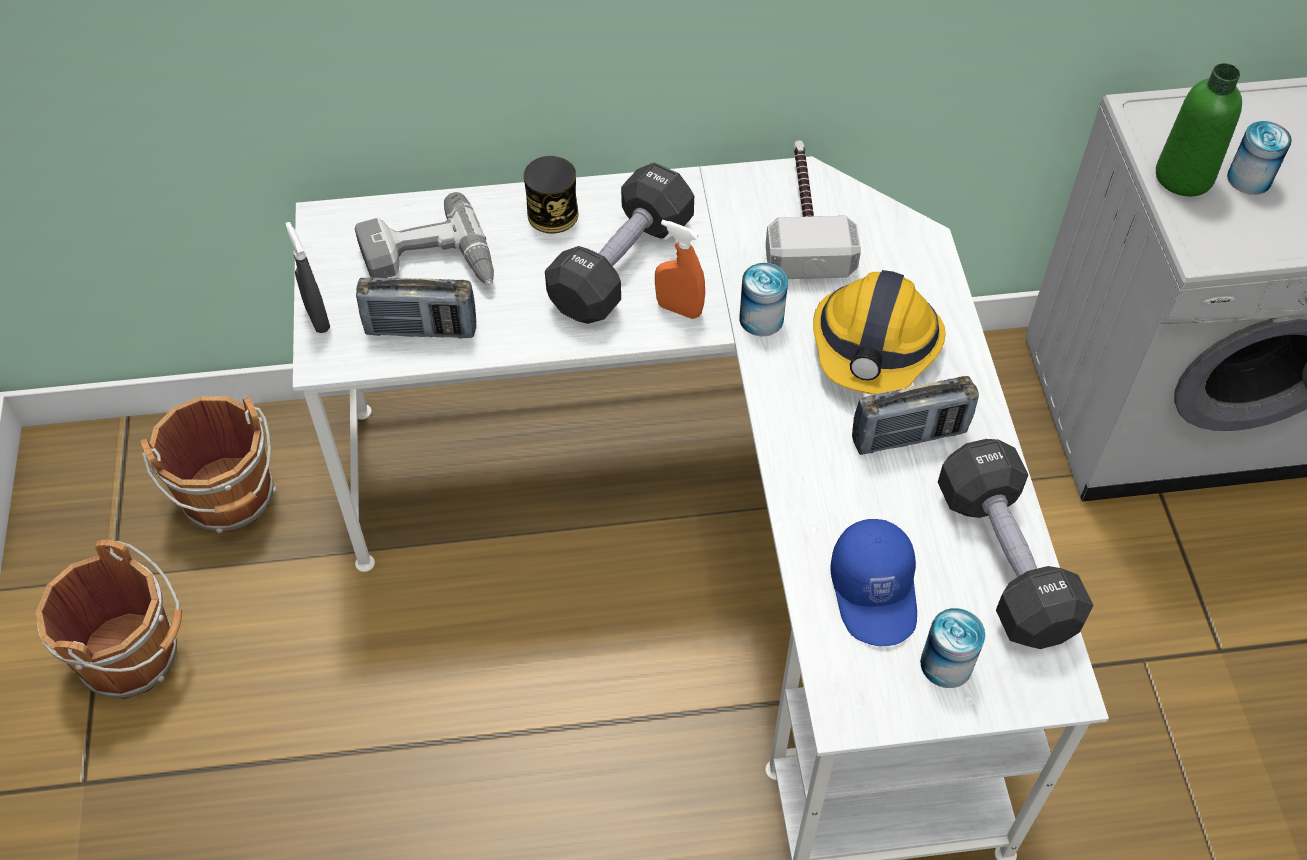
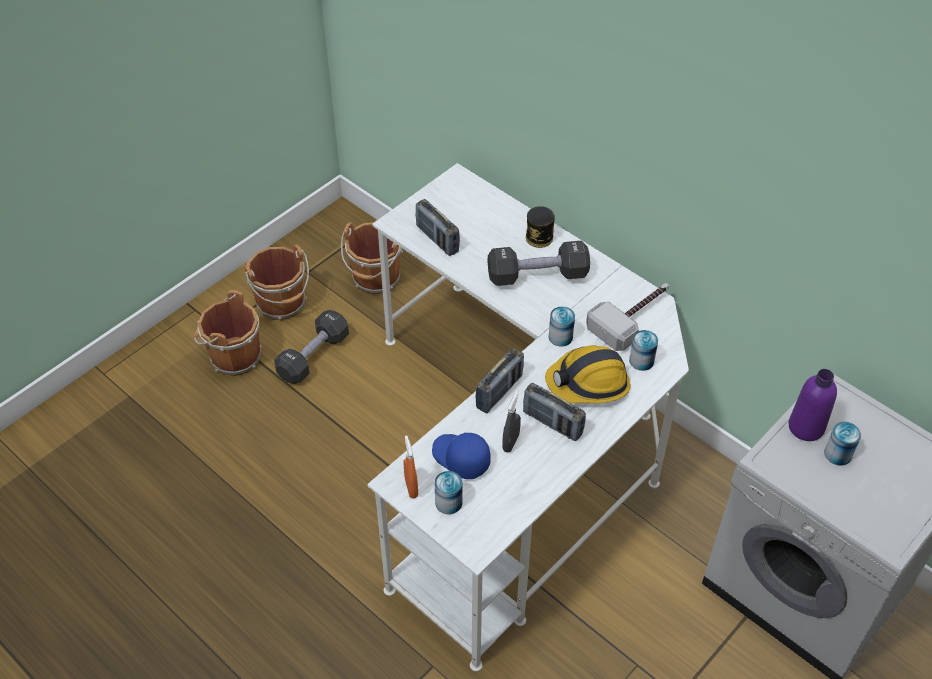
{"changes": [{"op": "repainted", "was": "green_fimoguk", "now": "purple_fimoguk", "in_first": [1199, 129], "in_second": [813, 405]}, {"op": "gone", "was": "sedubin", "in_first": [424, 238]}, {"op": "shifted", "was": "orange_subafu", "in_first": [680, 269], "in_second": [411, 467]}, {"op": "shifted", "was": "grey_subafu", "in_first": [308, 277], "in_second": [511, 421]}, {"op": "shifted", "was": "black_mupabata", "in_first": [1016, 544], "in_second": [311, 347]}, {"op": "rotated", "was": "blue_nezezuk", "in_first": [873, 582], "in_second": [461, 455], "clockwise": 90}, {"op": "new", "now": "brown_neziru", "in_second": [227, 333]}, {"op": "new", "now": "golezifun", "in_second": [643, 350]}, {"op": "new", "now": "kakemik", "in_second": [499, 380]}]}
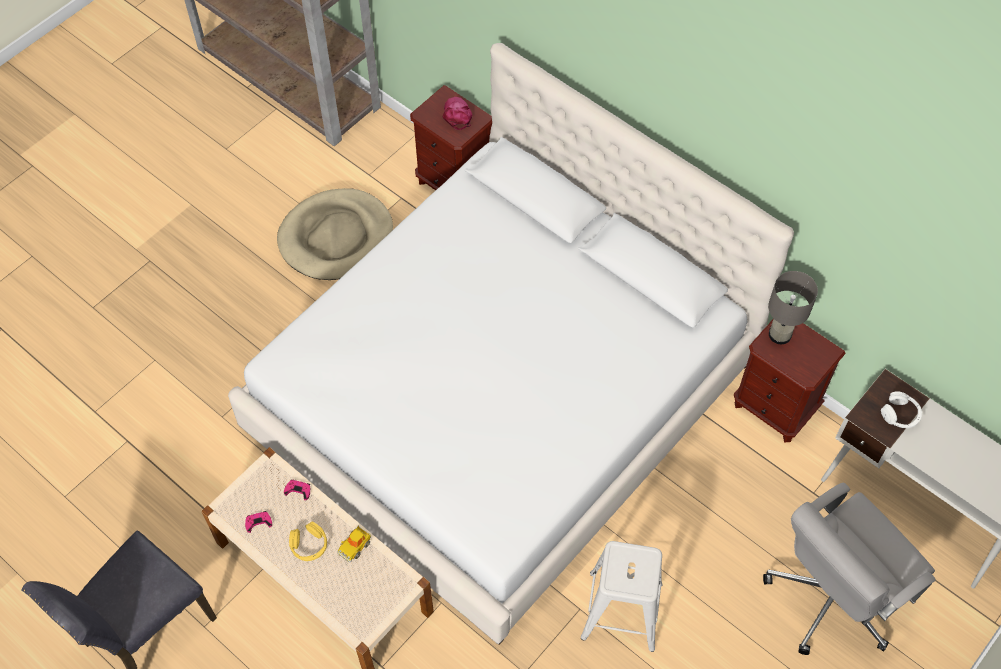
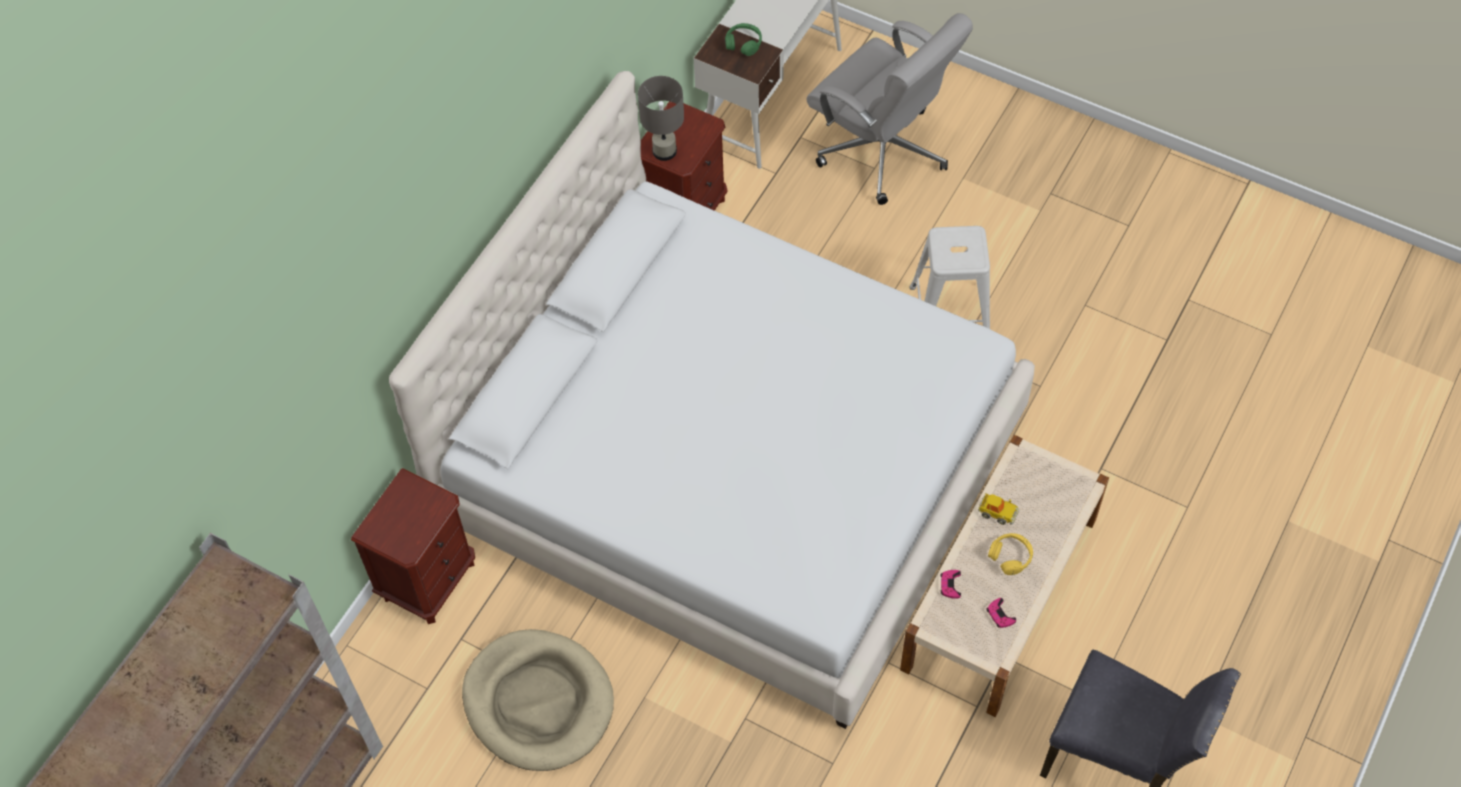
{"changes": [{"op": "gone", "was": "pink_nezezuk", "in_first": [457, 113]}, {"op": "repainted", "was": "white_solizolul", "now": "green_solizolul", "in_first": [901, 410], "in_second": [743, 39]}]}
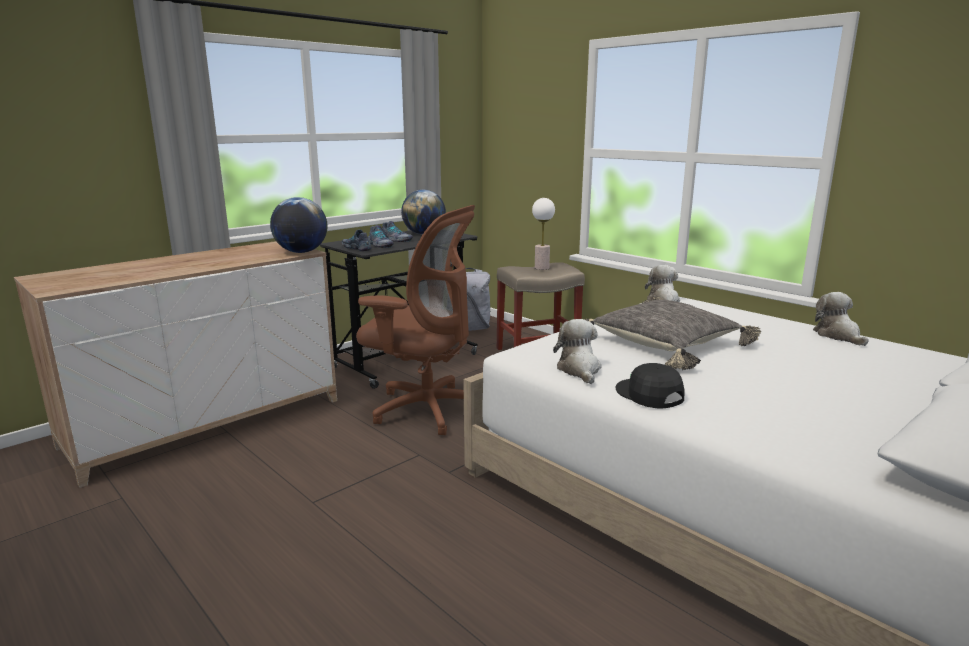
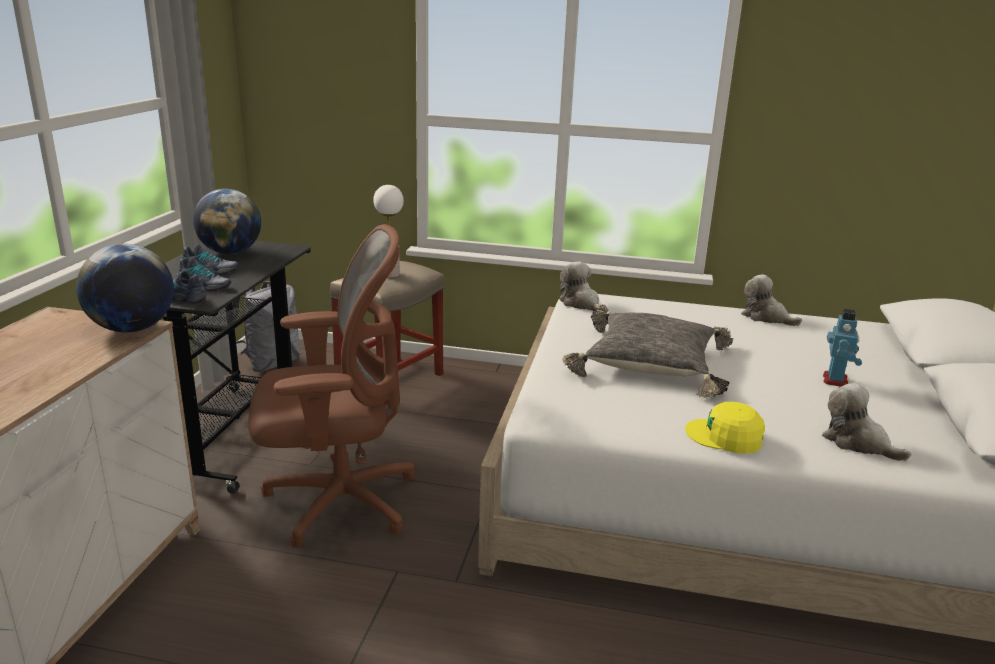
{"changes": [{"op": "shifted", "was": "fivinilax", "in_first": [577, 351], "in_second": [866, 422]}, {"op": "repainted", "was": "black_nezezuk", "now": "yellow_nezezuk", "in_first": [650, 386], "in_second": [725, 428]}, {"op": "new", "now": "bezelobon", "in_second": [842, 348]}]}
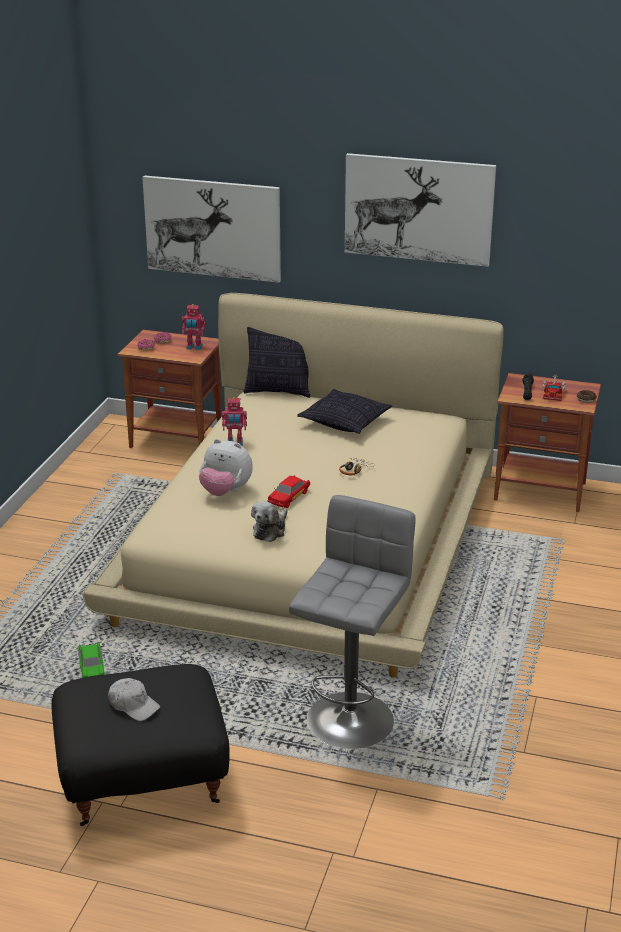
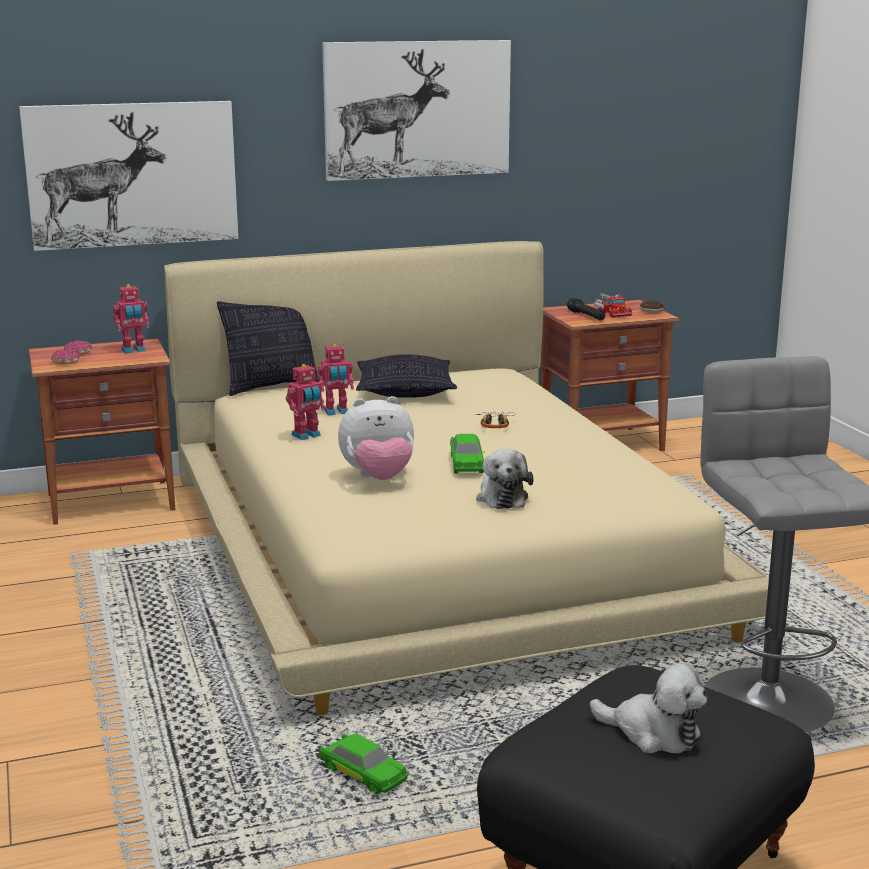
{"changes": [{"op": "repainted", "was": "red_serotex", "now": "green_serotex", "in_first": [288, 491], "in_second": [467, 453]}, {"op": "swapped", "was": "white_nezezuk", "now": "fivinilax", "in_first": [134, 699], "in_second": [648, 708]}, {"op": "new", "now": "bezelobon", "in_second": [335, 379]}]}
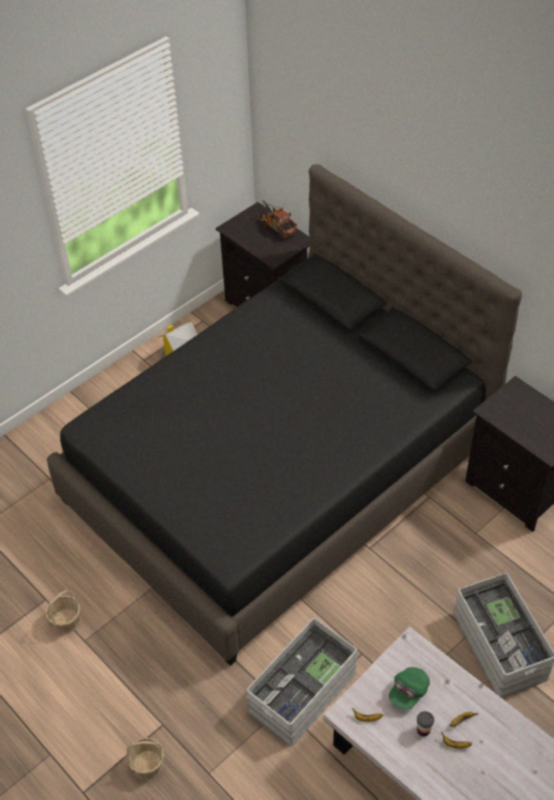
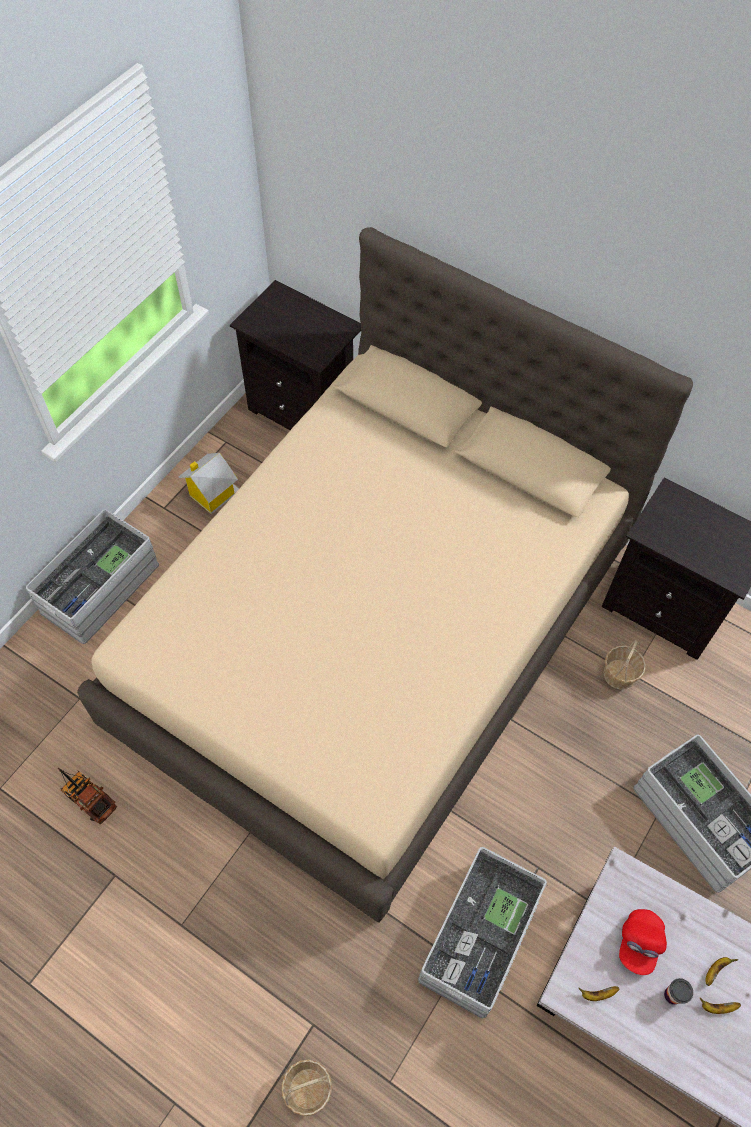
{"changes": [{"op": "repainted", "was": "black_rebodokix", "now": "beige_rebodokix", "in_first": [284, 415], "in_second": [385, 575]}, {"op": "shifted", "was": "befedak", "in_first": [279, 219], "in_second": [87, 796]}, {"op": "shifted", "was": "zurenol", "in_first": [63, 612], "in_second": [625, 664]}, {"op": "repainted", "was": "green_nezezuk", "now": "red_nezezuk", "in_first": [409, 688], "in_second": [643, 942]}, {"op": "new", "now": "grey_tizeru", "in_second": [92, 576]}]}
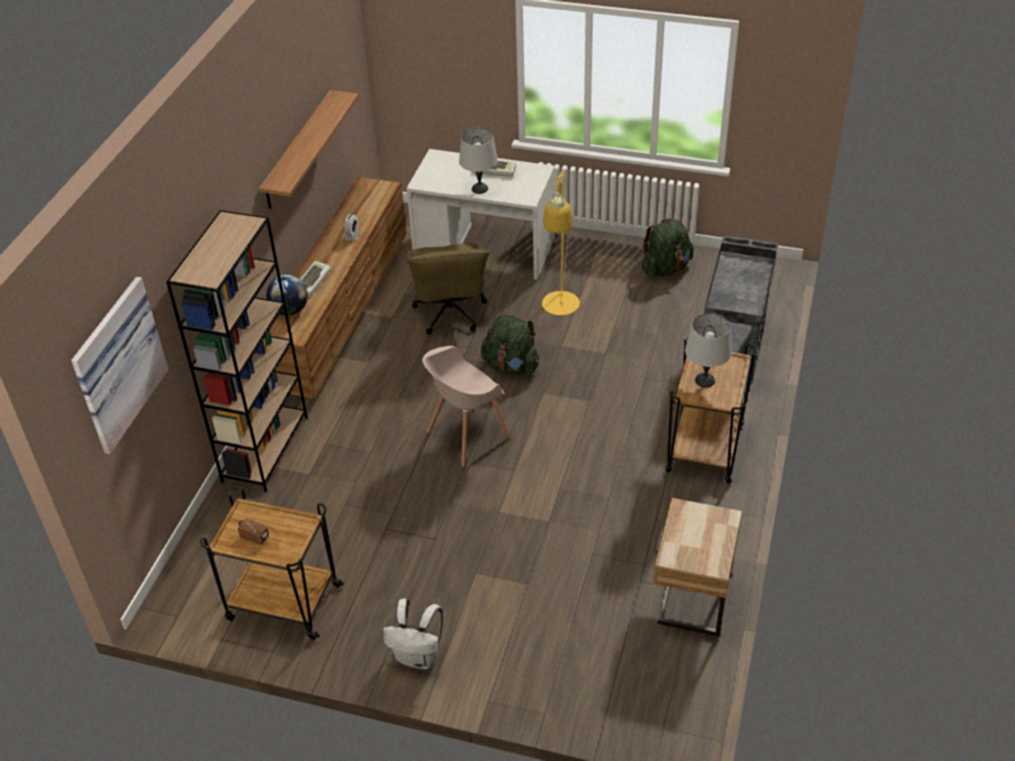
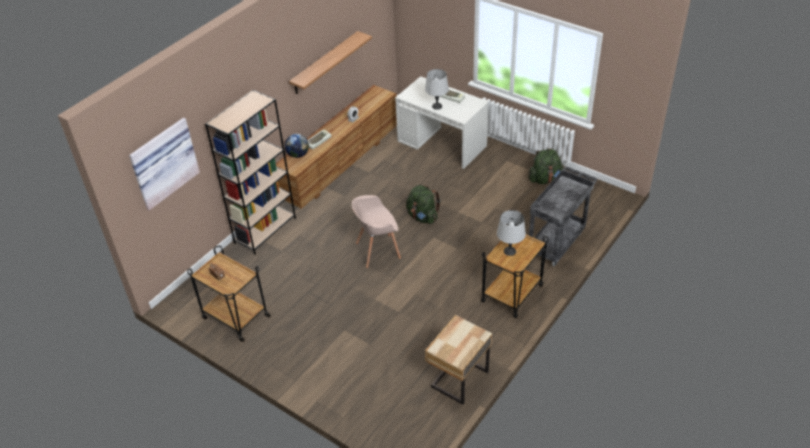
{"changes": [{"op": "gone", "was": "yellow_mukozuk", "in_first": [561, 243]}, {"op": "gone", "was": "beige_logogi", "in_first": [448, 288]}, {"op": "gone", "was": "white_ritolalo", "in_first": [413, 633]}]}
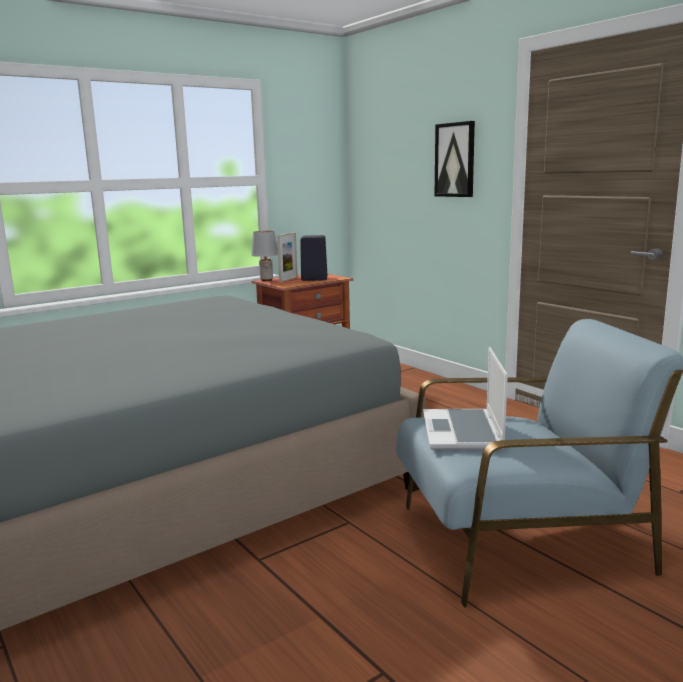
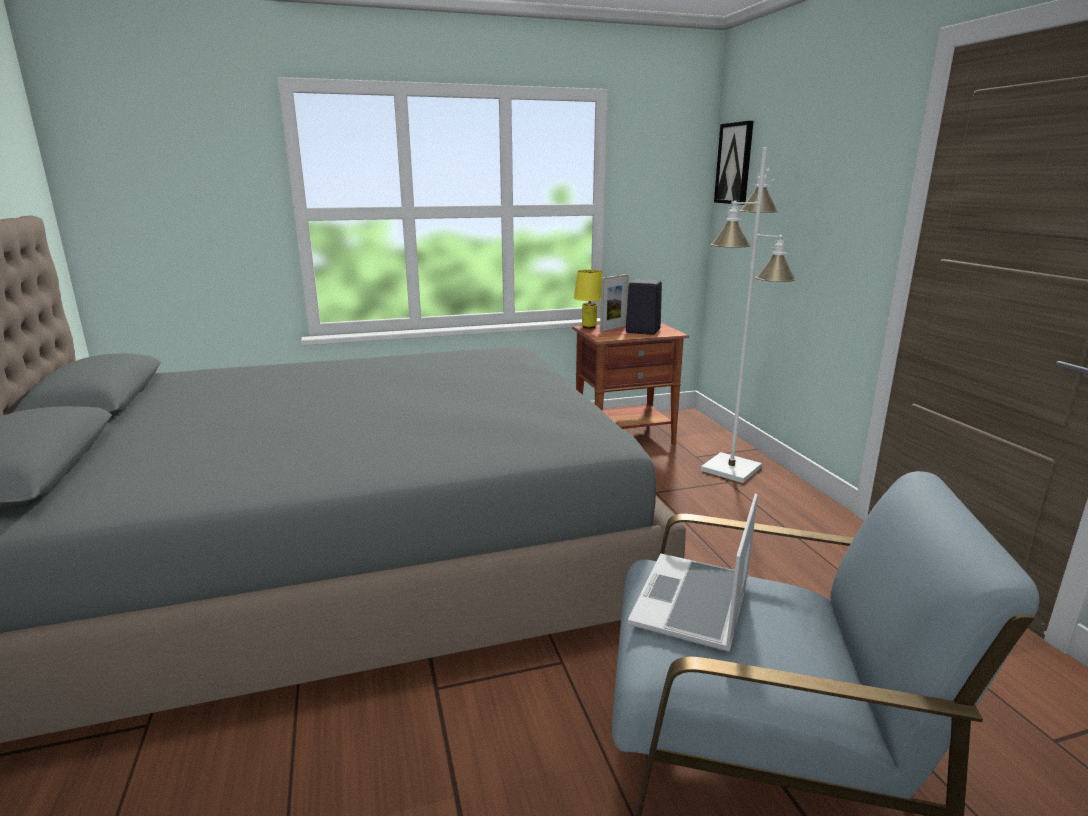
{"changes": [{"op": "shifted", "was": "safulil", "in_first": [455, 159], "in_second": [734, 163]}, {"op": "repainted", "was": "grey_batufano", "now": "yellow_batufano", "in_first": [264, 256], "in_second": [588, 299]}, {"op": "new", "now": "white_mukozuk", "in_second": [748, 315]}]}
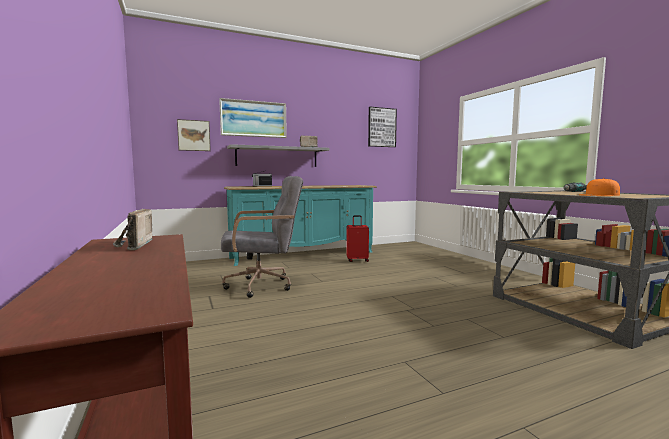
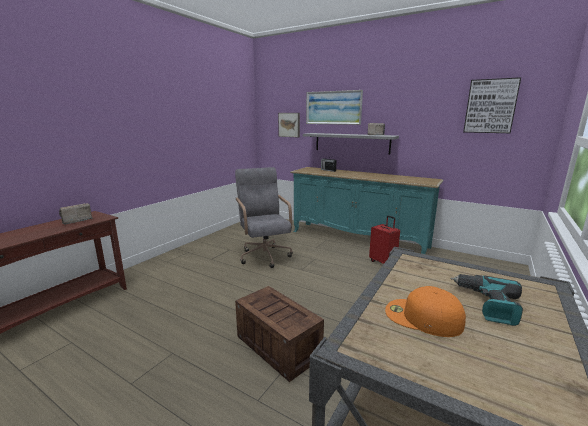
{"changes": [{"op": "rotated", "was": "grey_logogi", "in_first": [262, 237], "in_second": [264, 217], "clockwise": -150}, {"op": "new", "now": "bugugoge", "in_second": [279, 334]}]}
